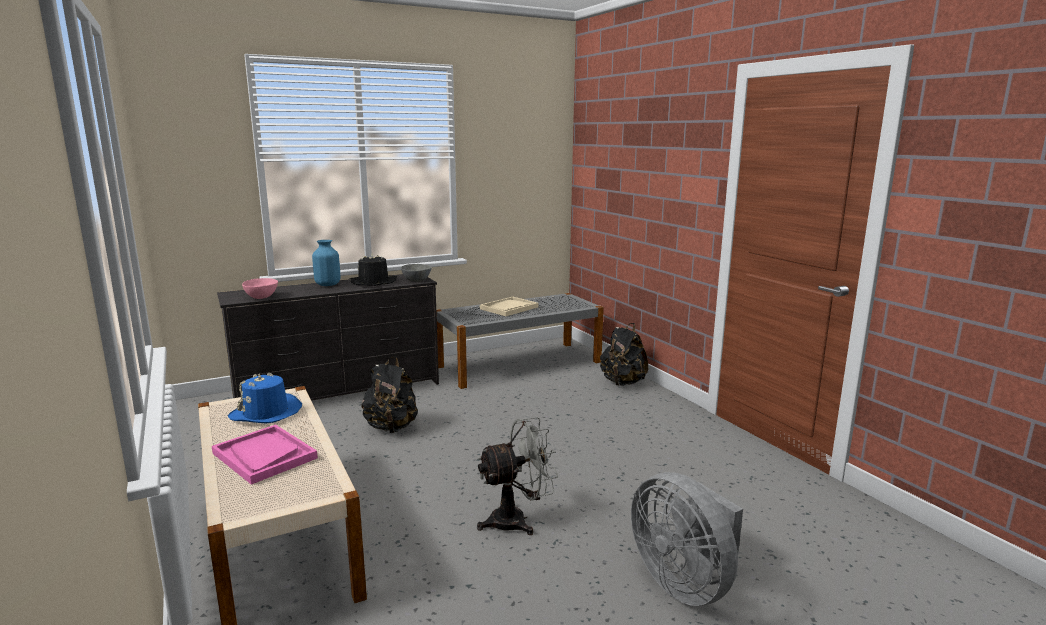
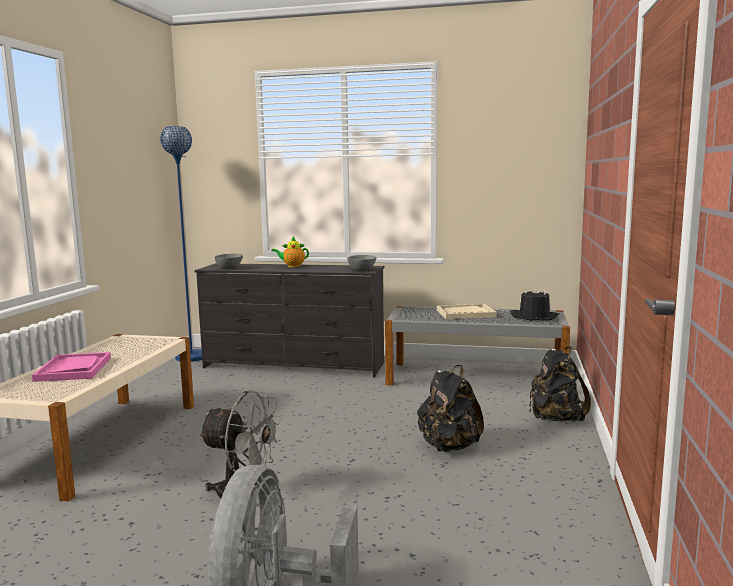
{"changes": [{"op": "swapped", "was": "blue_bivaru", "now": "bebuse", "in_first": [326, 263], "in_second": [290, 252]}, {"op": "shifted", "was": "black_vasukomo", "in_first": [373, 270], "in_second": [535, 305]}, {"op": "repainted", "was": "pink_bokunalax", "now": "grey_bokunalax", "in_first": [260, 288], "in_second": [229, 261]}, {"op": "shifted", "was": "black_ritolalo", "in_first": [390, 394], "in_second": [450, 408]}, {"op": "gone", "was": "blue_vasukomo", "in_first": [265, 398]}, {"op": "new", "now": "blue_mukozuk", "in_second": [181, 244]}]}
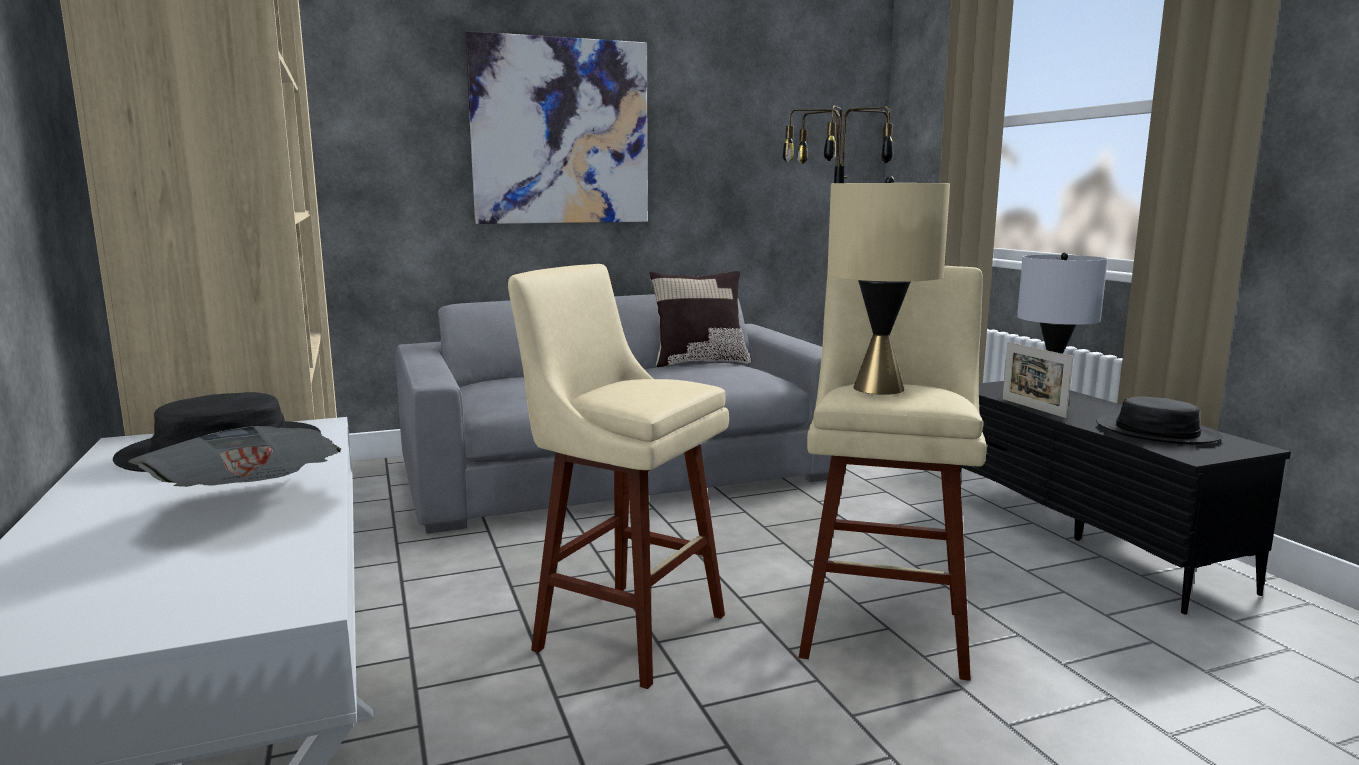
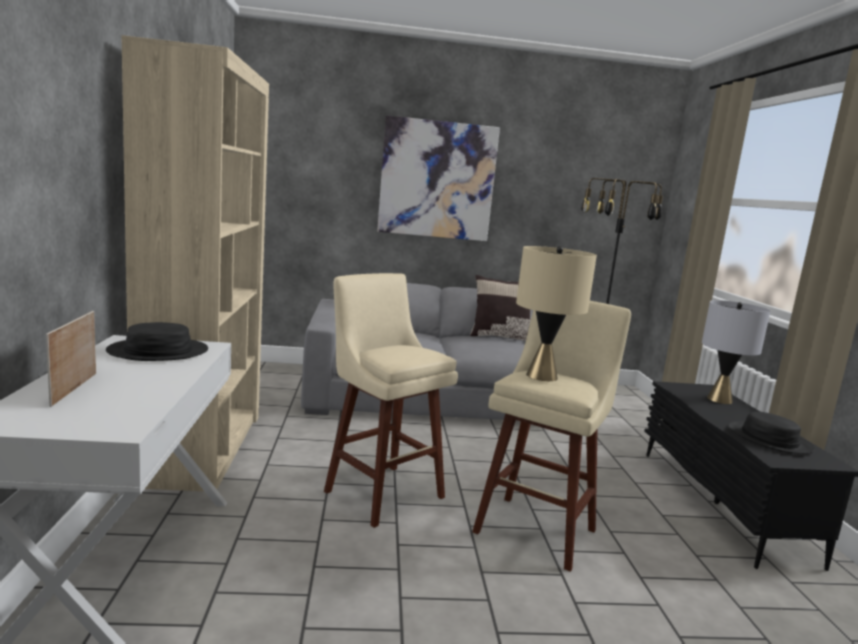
{"changes": [{"op": "shifted", "was": "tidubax", "in_first": [1037, 380], "in_second": [71, 359]}, {"op": "gone", "was": "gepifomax", "in_first": [235, 456]}]}
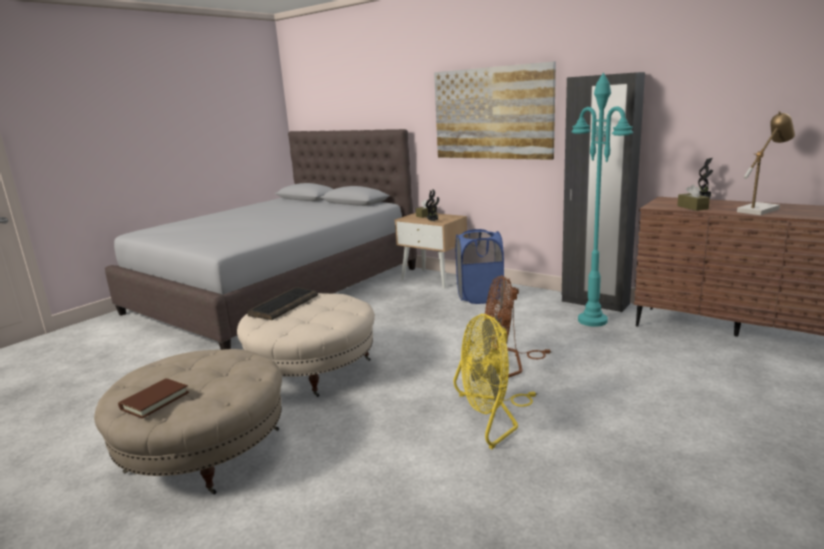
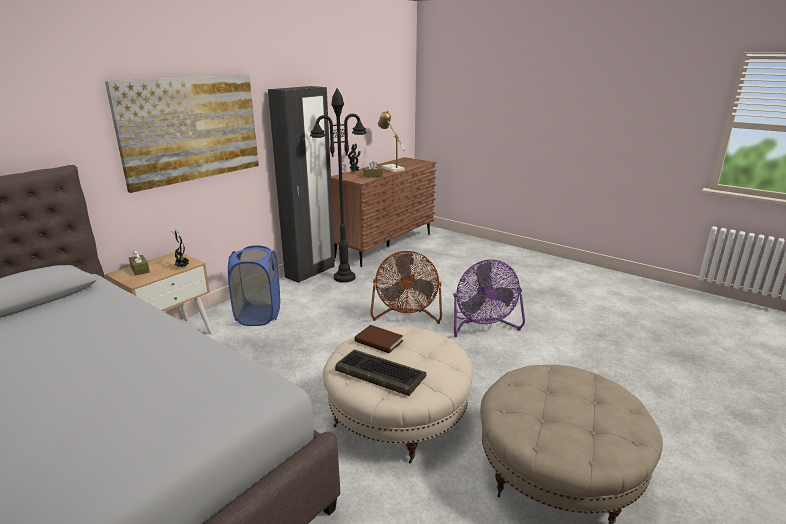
{"changes": [{"op": "repainted", "was": "turquoise_mukozuk", "now": "black_mukozuk", "in_first": [602, 200], "in_second": [338, 186]}, {"op": "repainted", "was": "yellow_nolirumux", "now": "purple_nolirumux", "in_first": [495, 381], "in_second": [489, 298]}, {"op": "shifted", "was": "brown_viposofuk", "in_first": [153, 398], "in_second": [379, 339]}]}
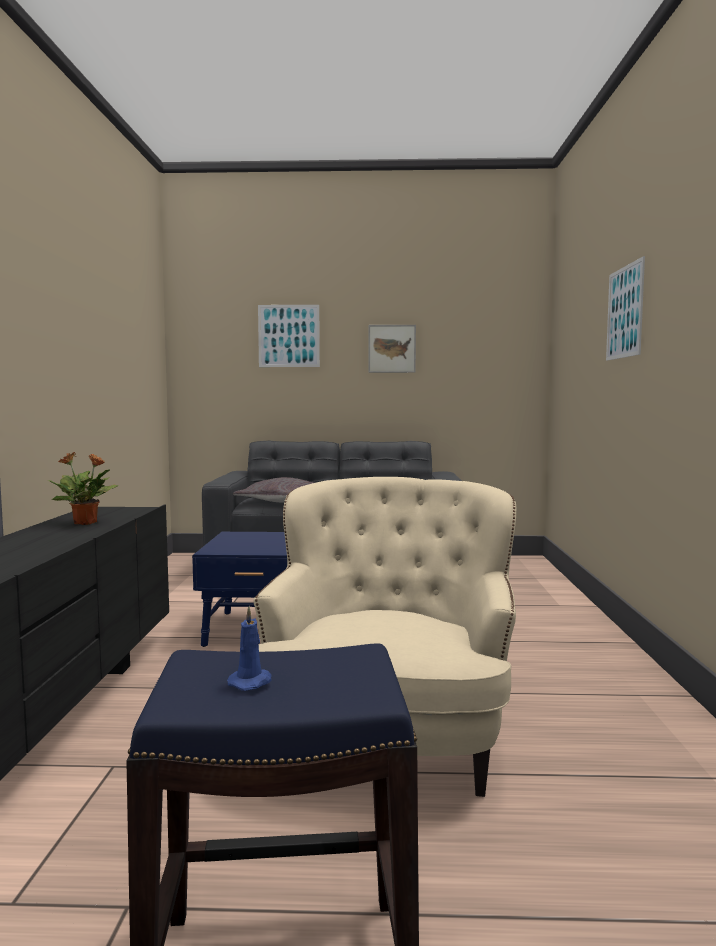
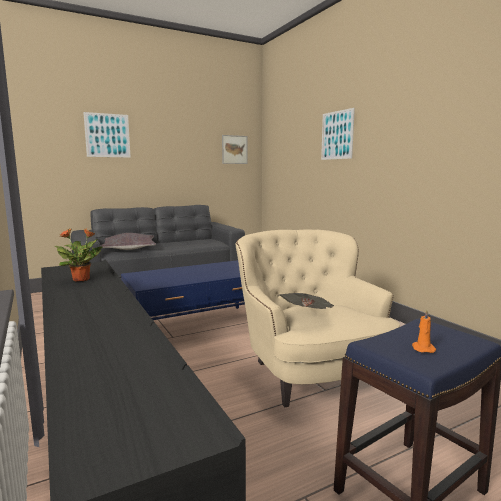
{"changes": [{"op": "shifted", "was": "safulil", "in_first": [392, 349], "in_second": [235, 149]}, {"op": "repainted", "was": "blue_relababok", "now": "orange_relababok", "in_first": [249, 648], "in_second": [424, 331]}, {"op": "new", "now": "gepifomax", "in_second": [306, 301]}]}
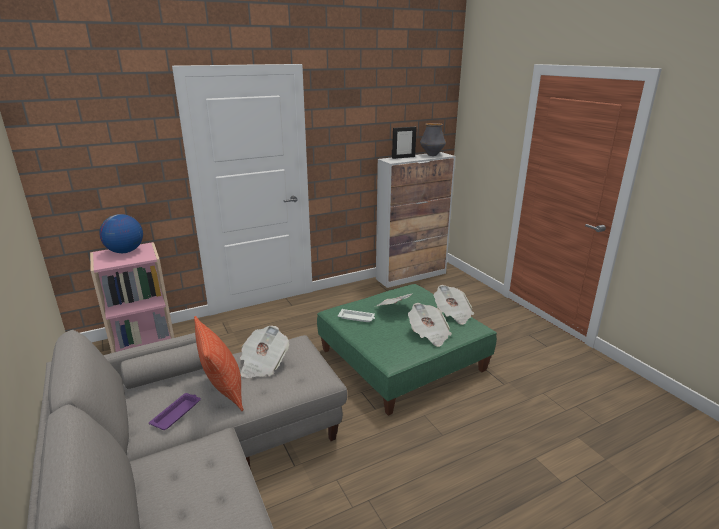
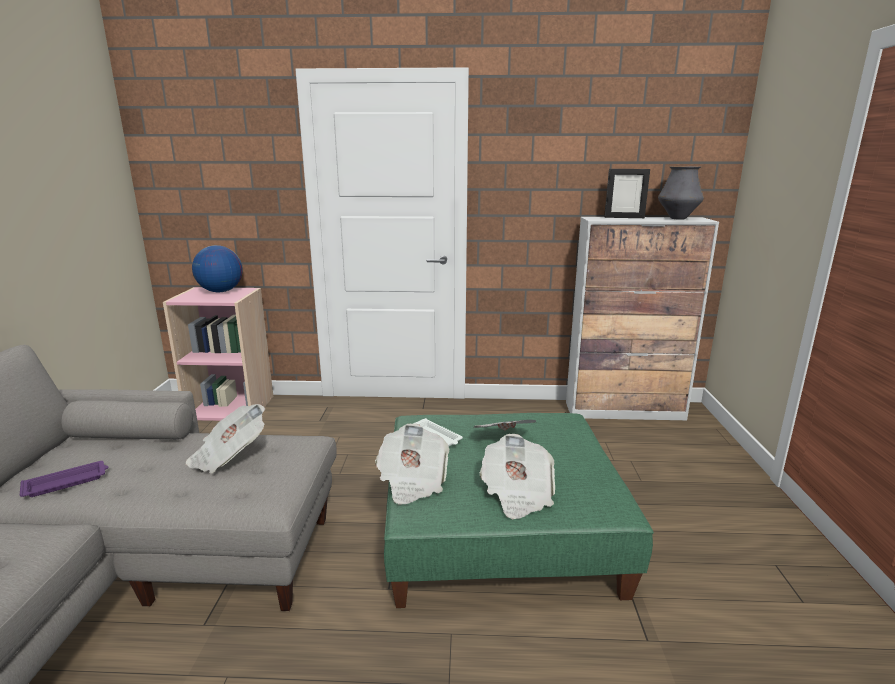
{"changes": [{"op": "shifted", "was": "gepifomax", "in_first": [454, 305], "in_second": [412, 464]}, {"op": "gone", "was": "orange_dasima", "in_first": [219, 364]}]}
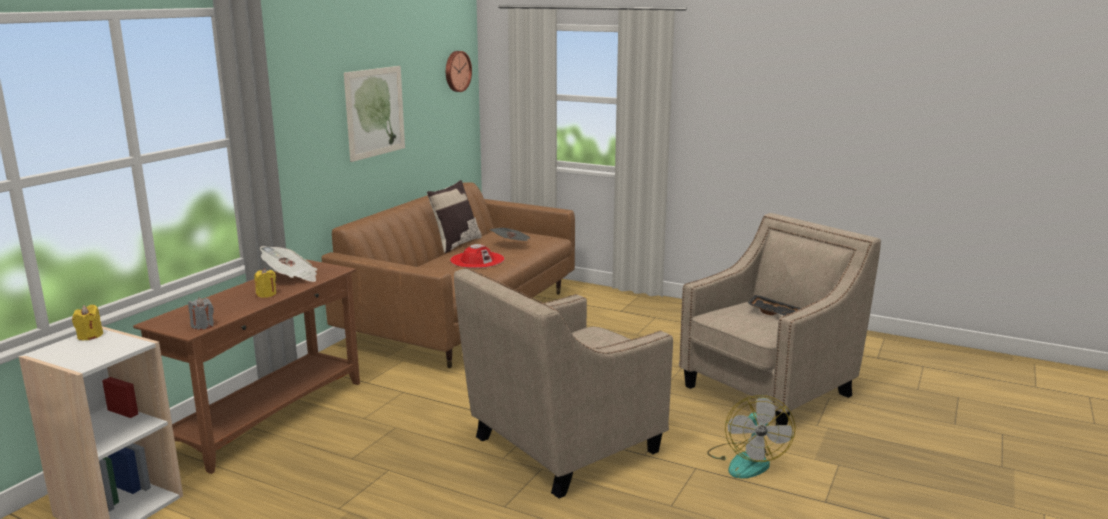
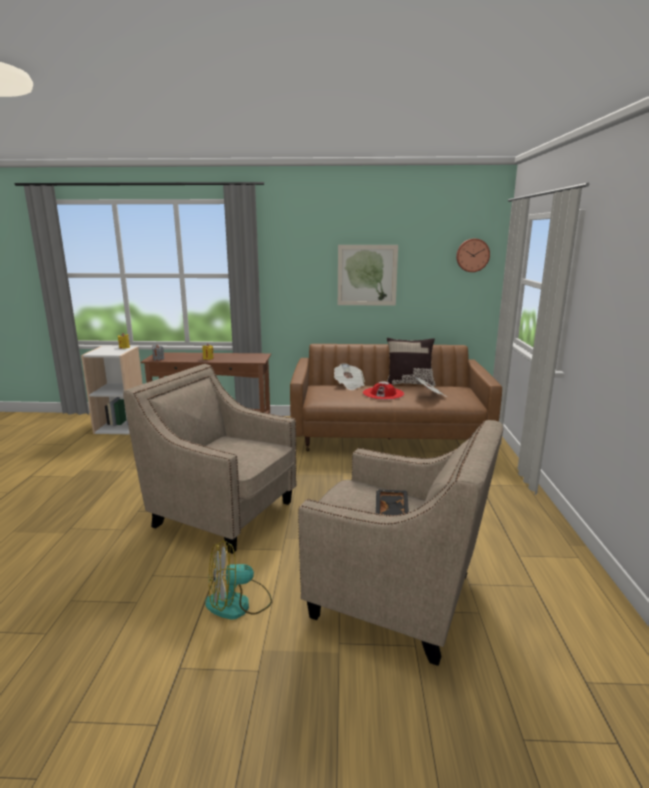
{"changes": [{"op": "shifted", "was": "gepifomax", "in_first": [288, 264], "in_second": [349, 376]}]}
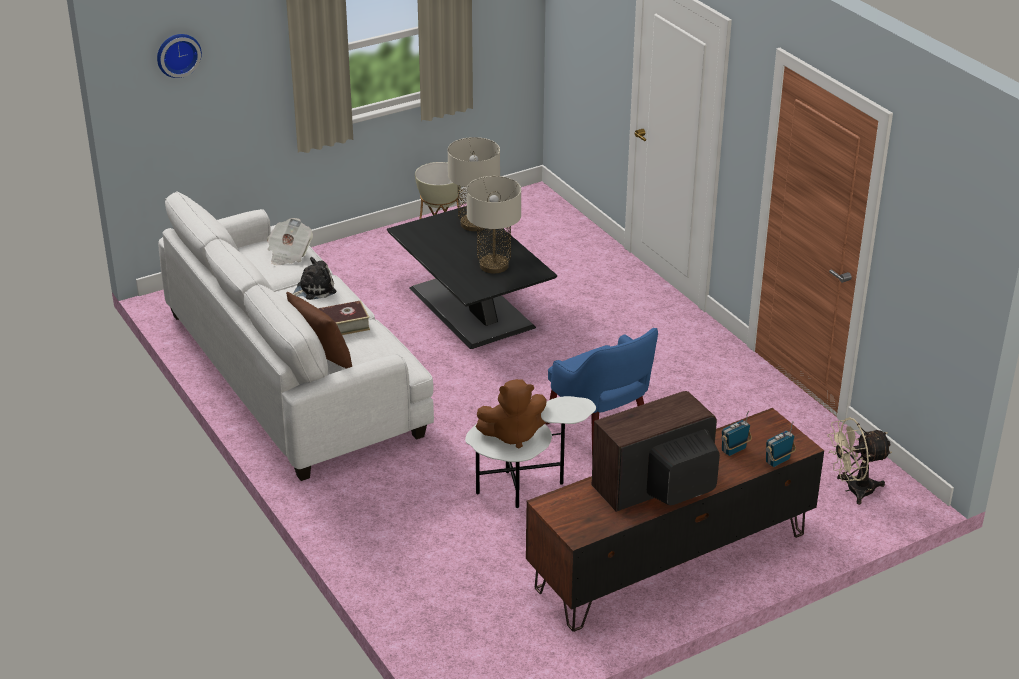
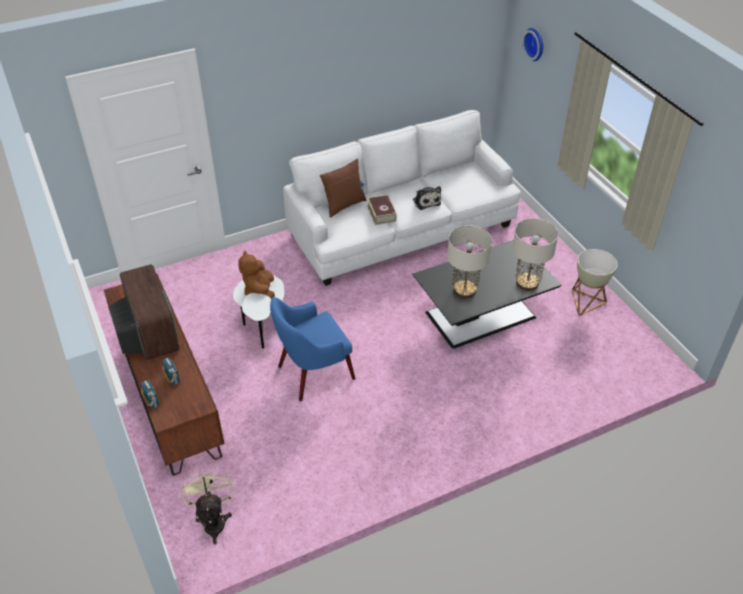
{"changes": [{"op": "gone", "was": "gepifomax", "in_first": [290, 241]}]}
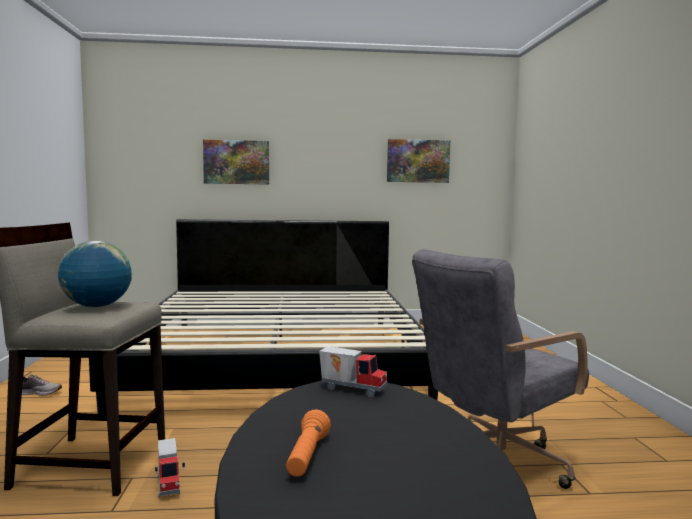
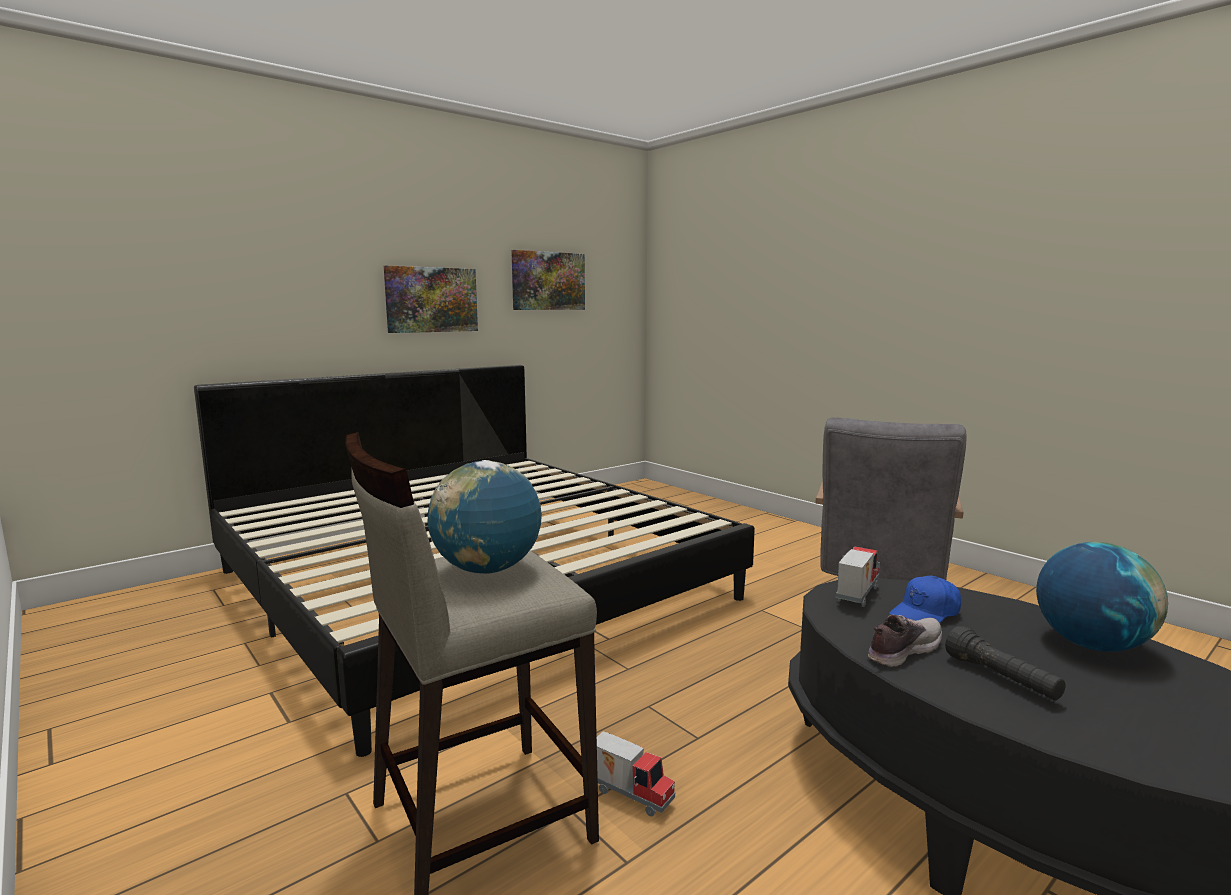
{"changes": [{"op": "shifted", "was": "safulil", "in_first": [236, 162], "in_second": [431, 299]}, {"op": "rotated", "was": "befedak", "in_first": [353, 371], "in_second": [858, 576], "clockwise": -45}, {"op": "shifted", "was": "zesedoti", "in_first": [42, 385], "in_second": [905, 640]}, {"op": "repainted", "was": "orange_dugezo", "now": "black_dugezo", "in_first": [308, 443], "in_second": [1005, 663]}, {"op": "new", "now": "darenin", "in_second": [1102, 597]}, {"op": "new", "now": "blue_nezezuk", "in_second": [925, 599]}]}
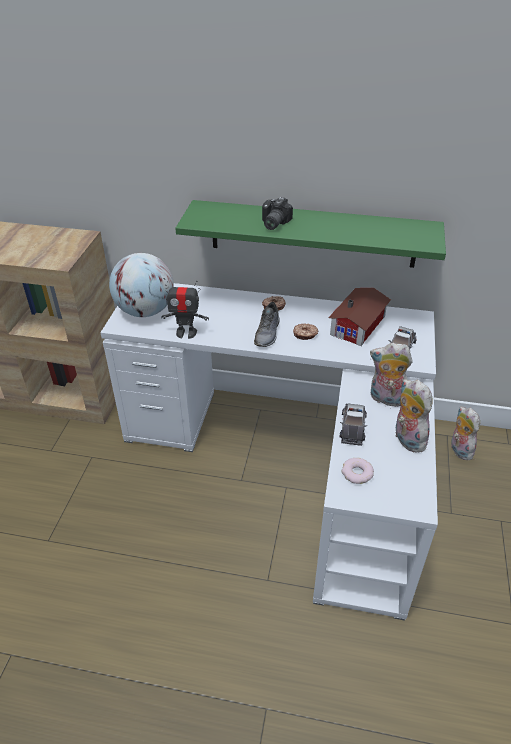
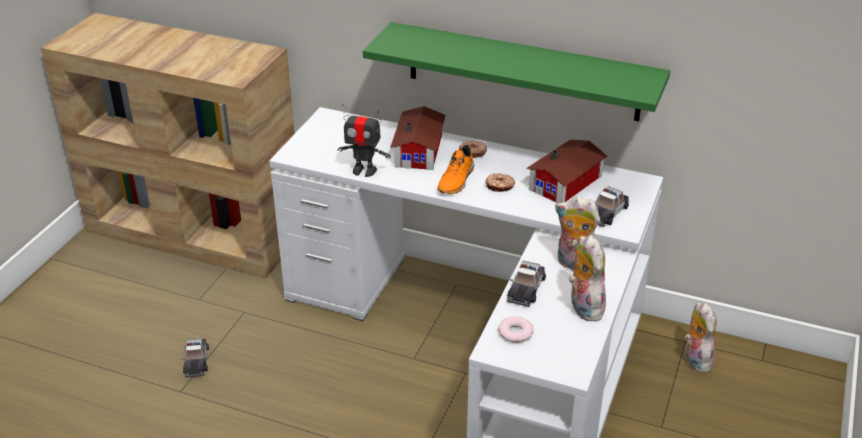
{"changes": [{"op": "gone", "was": "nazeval", "in_first": [277, 213]}, {"op": "gone", "was": "darenin", "in_first": [141, 285]}, {"op": "repainted", "was": "grey_zesedoti", "now": "orange_zesedoti", "in_first": [266, 324], "in_second": [456, 169]}, {"op": "new", "now": "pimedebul", "in_second": [418, 138]}, {"op": "new", "now": "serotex", "in_second": [195, 358]}]}
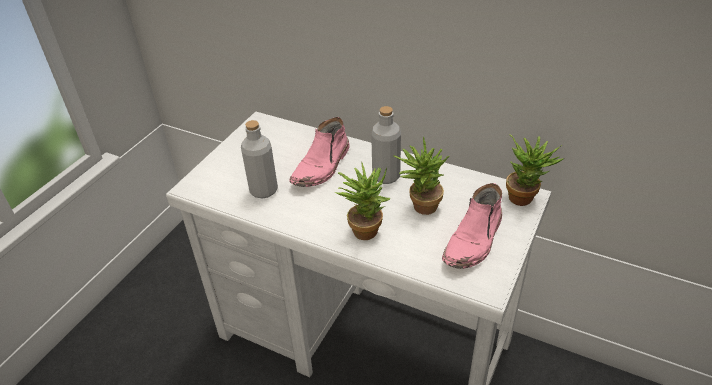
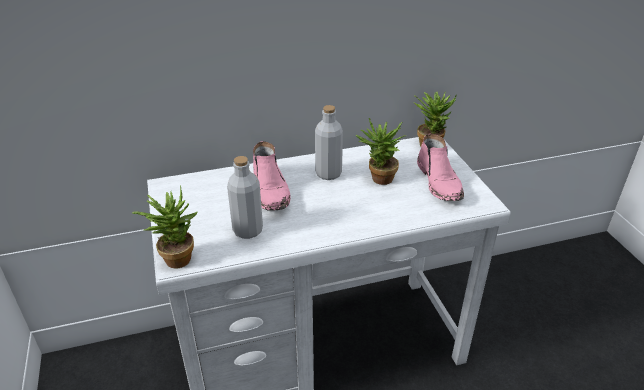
{"changes": [{"op": "shifted", "was": "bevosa", "in_first": [362, 201], "in_second": [165, 227]}]}
